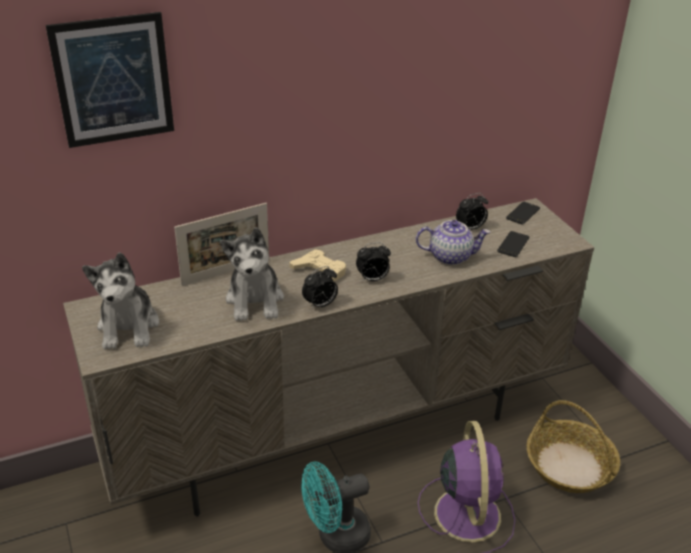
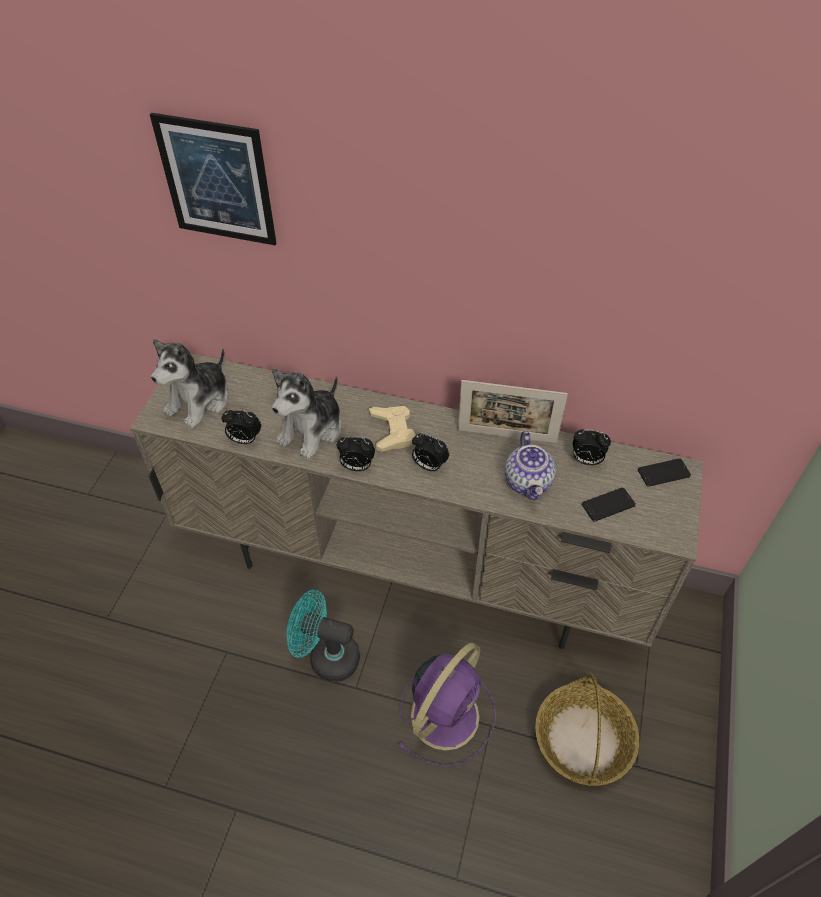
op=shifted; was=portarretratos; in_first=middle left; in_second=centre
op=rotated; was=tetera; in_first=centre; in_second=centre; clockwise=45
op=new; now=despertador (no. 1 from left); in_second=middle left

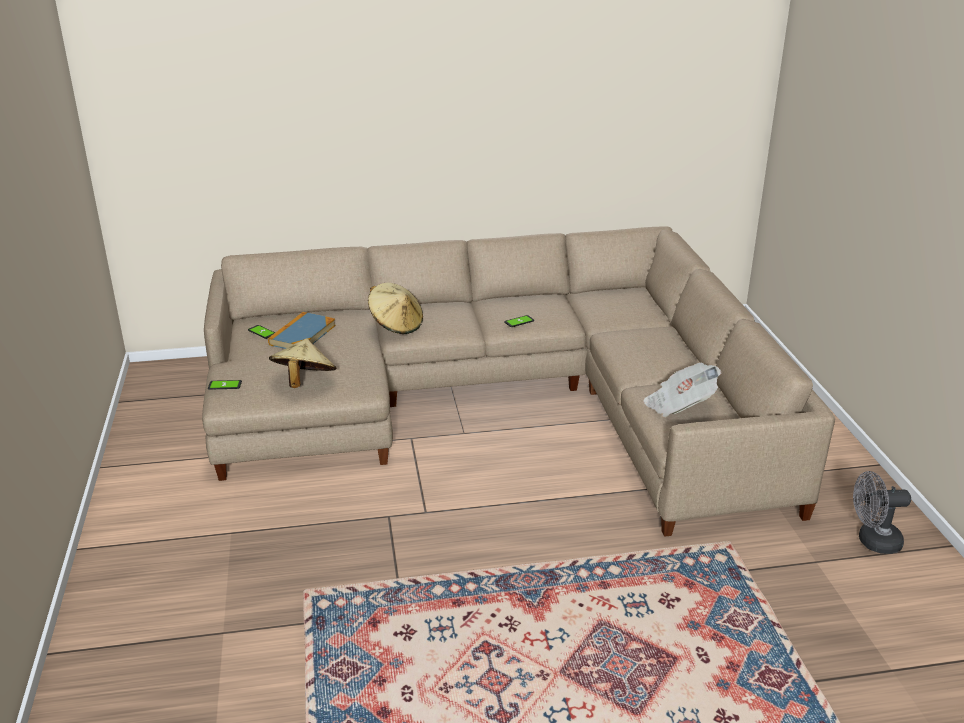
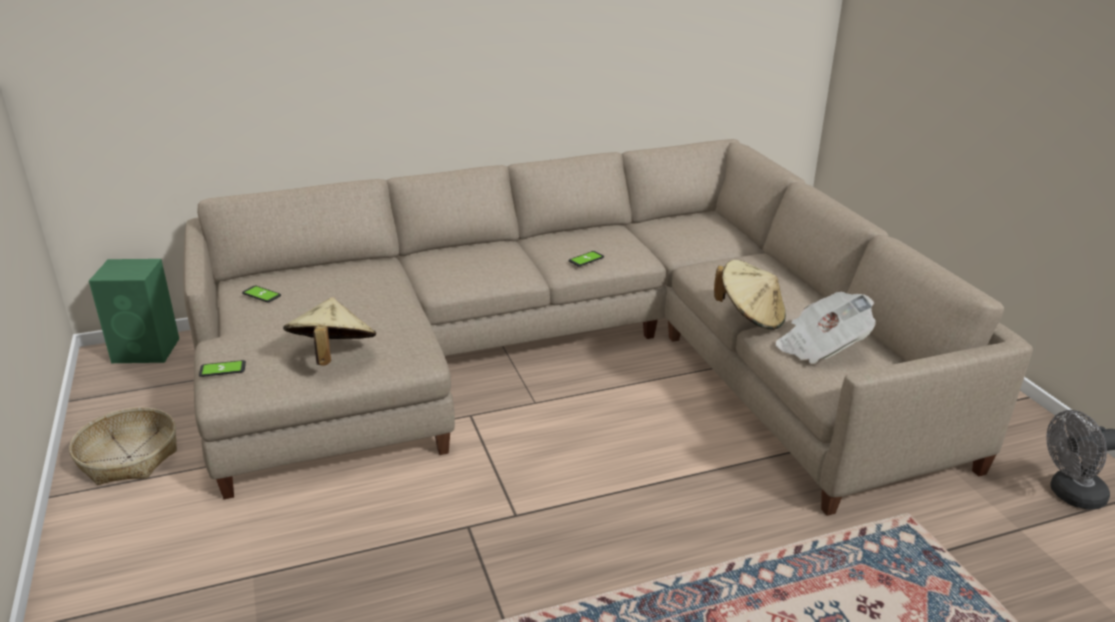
op=shifted; was=sombrero [beis] (no. 2 from left); in_first=centre; in_second=middle right
op=gone; was=libro; in_first=middle left
op=new; now=altavoz [verde]; in_second=middle left
op=new; now=cesta; in_second=bottom left

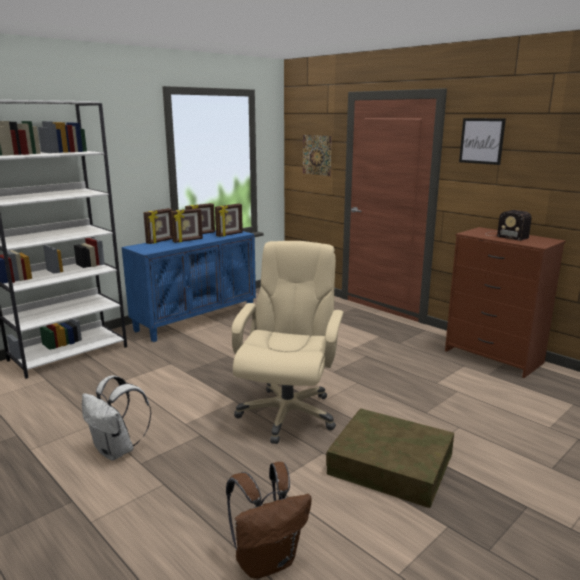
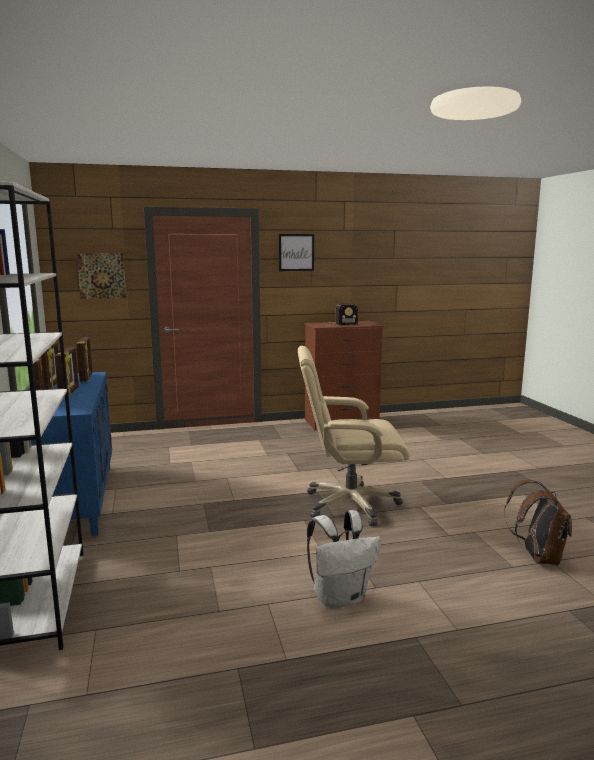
op=rotated; was=silla de oficina [beis]; in_first=centre; in_second=centre; clockwise=-45
op=gone; was=caja de almacenaje [marrón]; in_first=bottom right

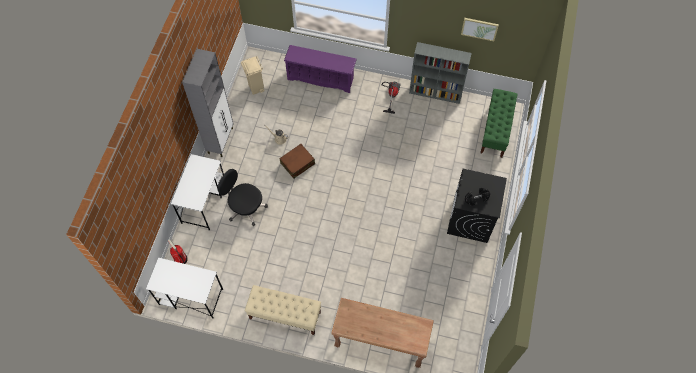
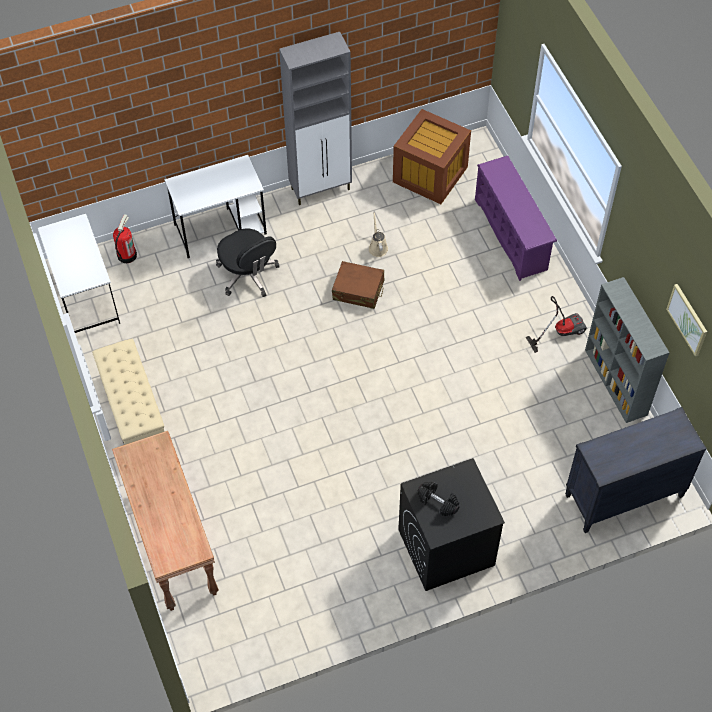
op=swapped; was=papelera [beis]; now=caja de almacenaje [marrón]; in_first=top centre; in_second=top centre
op=swapped; was=banco [verde]; now=cómoda [negro]; in_first=top right; in_second=middle right
op=rotated; was=silla de oficina [negro]; in_first=centre; in_second=centre; clockwise=150

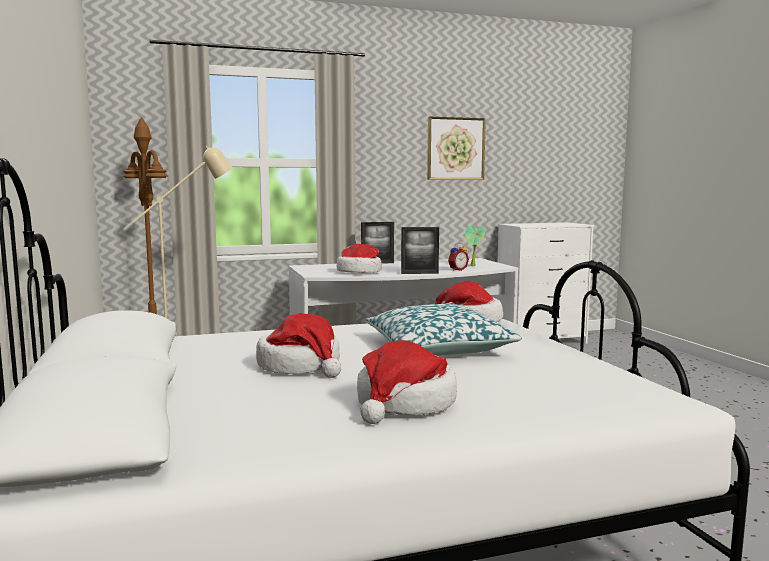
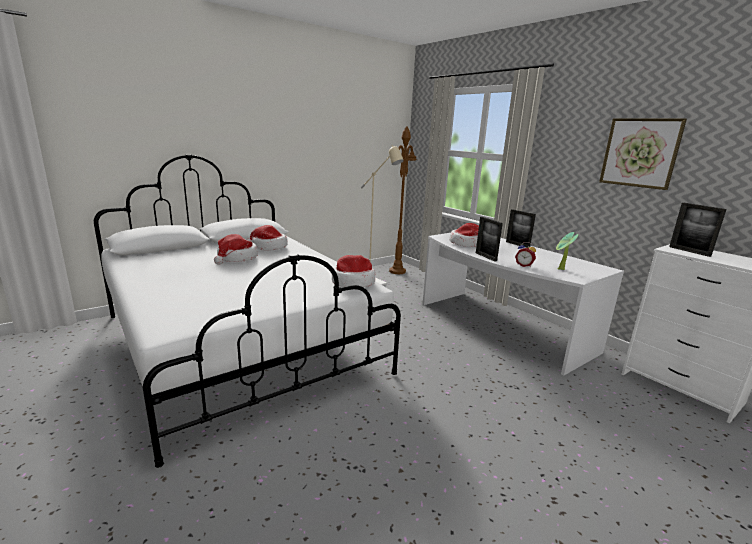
op=gone; was=cojín; in_first=centre
op=shifted; was=sombrero (no. 3 from left in the first image); now=sombrero (no. 2 from left); in_first=bottom centre; in_second=centre
op=new; now=portarretratos (no. 3 from left); in_second=middle right

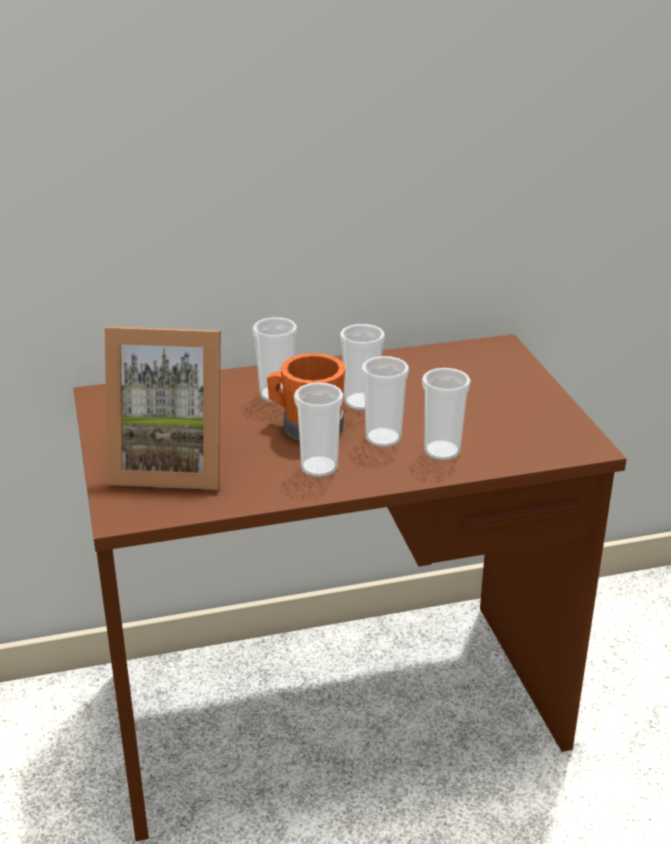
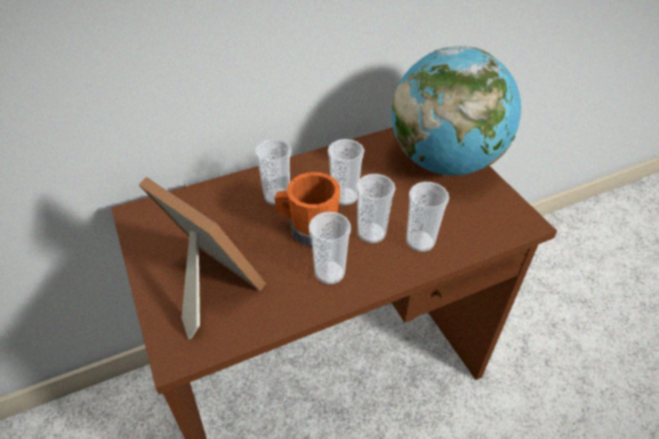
op=rotated; was=portarretratos; in_first=middle left; in_second=middle left; clockwise=-135
op=new; now=globo terráqueo; in_second=top right

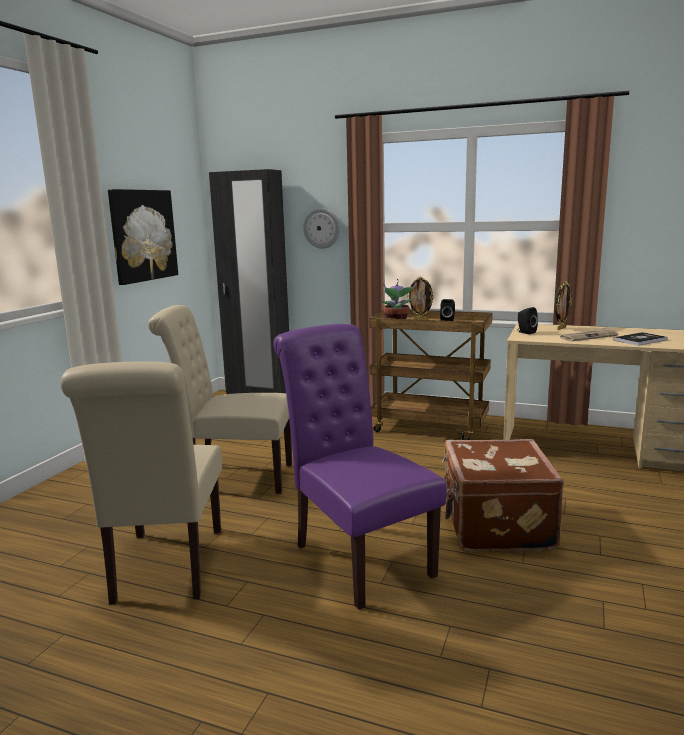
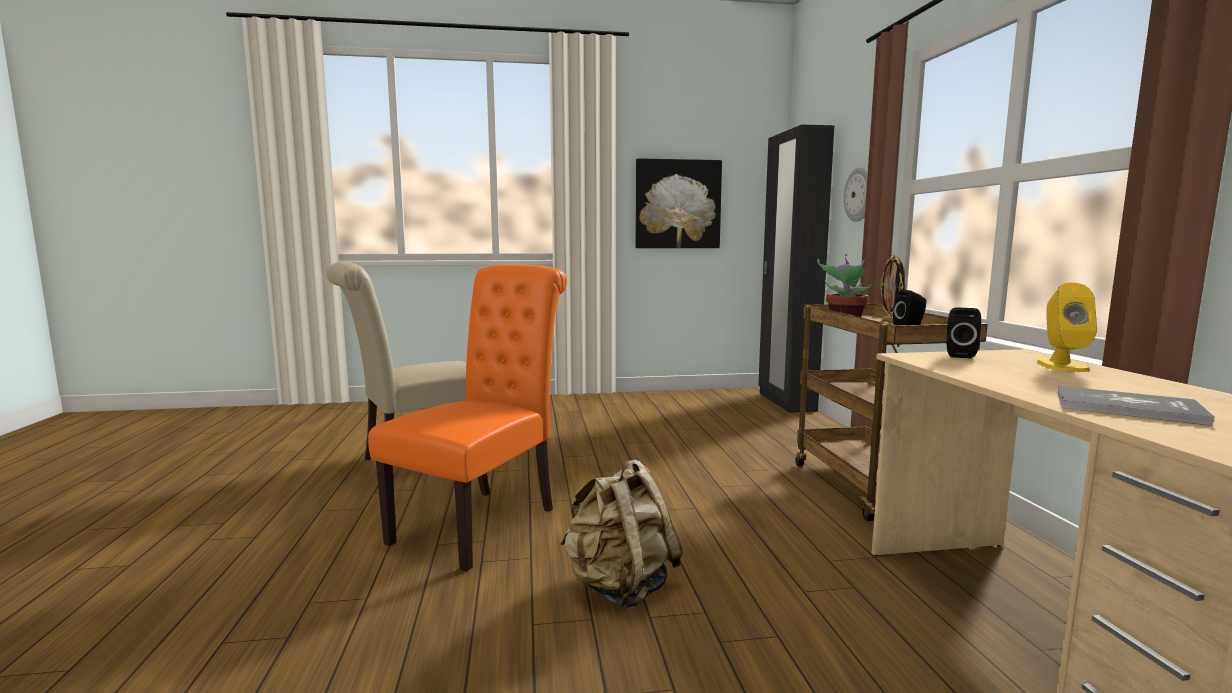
op=swapped; was=portarretratos (no. 2 from left); now=altavoz [amarillo]; in_first=middle right; in_second=middle right
op=gone; was=silla [beis] (no. 2 from left); in_first=middle left
op=repainted; was=silla [morado]; now=silla [naranja]; in_first=centre; in_second=centre
op=gone; was=periódico; in_first=middle right
op=swapped; was=maleta [marrón]; now=mochila [beis]; in_first=bottom right; in_second=bottom centre

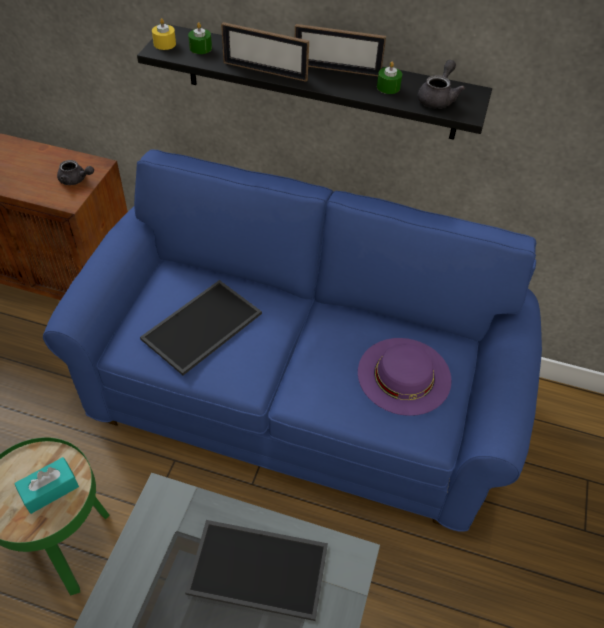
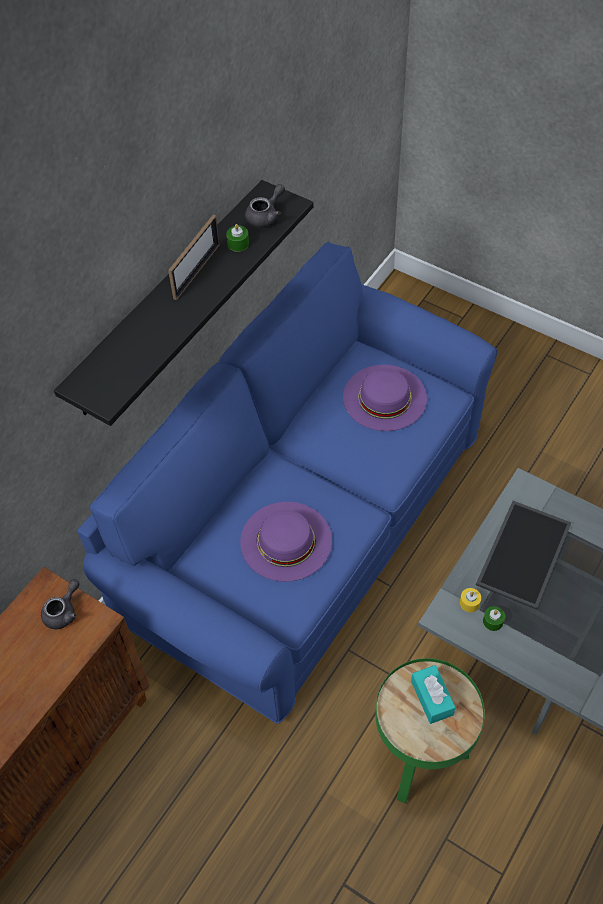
op=shifted; was=vela [amarillo]; in_first=top left; in_second=middle right
op=shifted; was=vela [verde] (no. 1 from left in the first image); now=vela [verde] (no. 2 from left); in_first=top left; in_second=bottom right
op=gone; was=portarretratos (no. 1 from left); in_first=top centre
op=rotated; was=tetera [gris] (no. 2 from left); in_first=top right; in_second=top centre; clockwise=90
op=swapped; was=bandeja (no. 1 from left); now=sombrero [morado] (no. 1 from left); in_first=middle left; in_second=centre

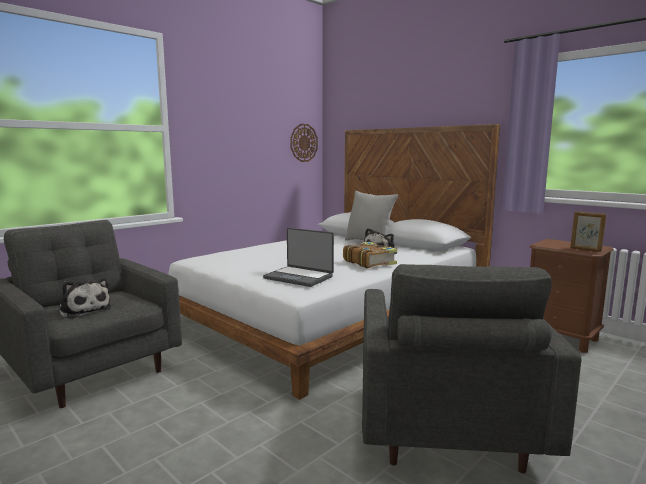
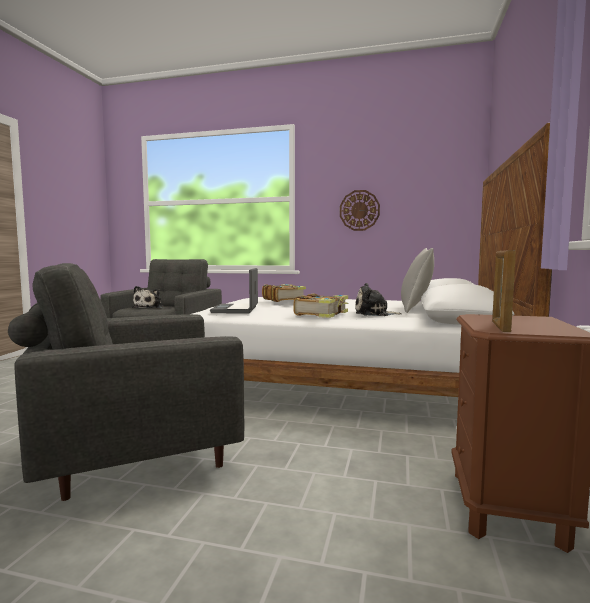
op=shifted; was=reloj de pared; in_first=top centre; in_second=centre
op=new; now=libro (no. 1 from left); in_second=centre

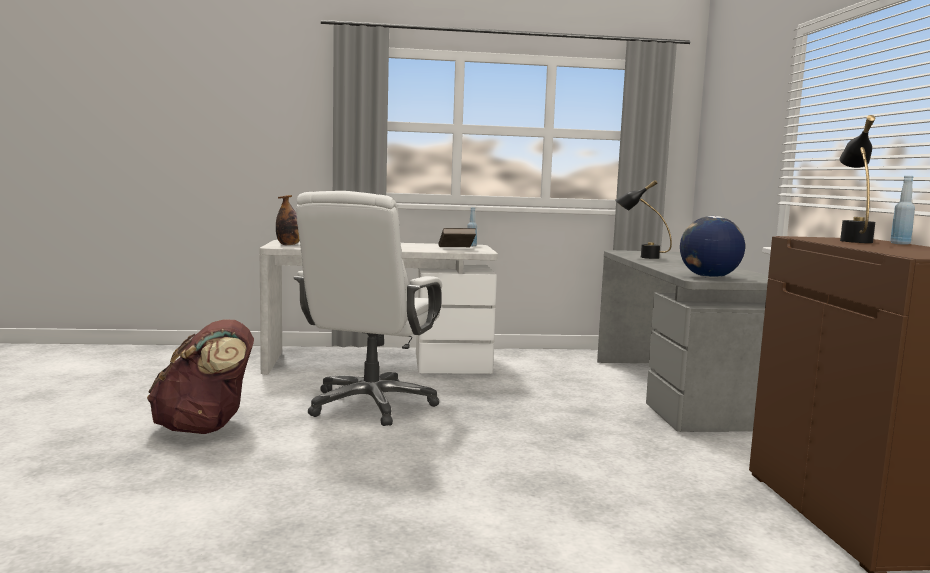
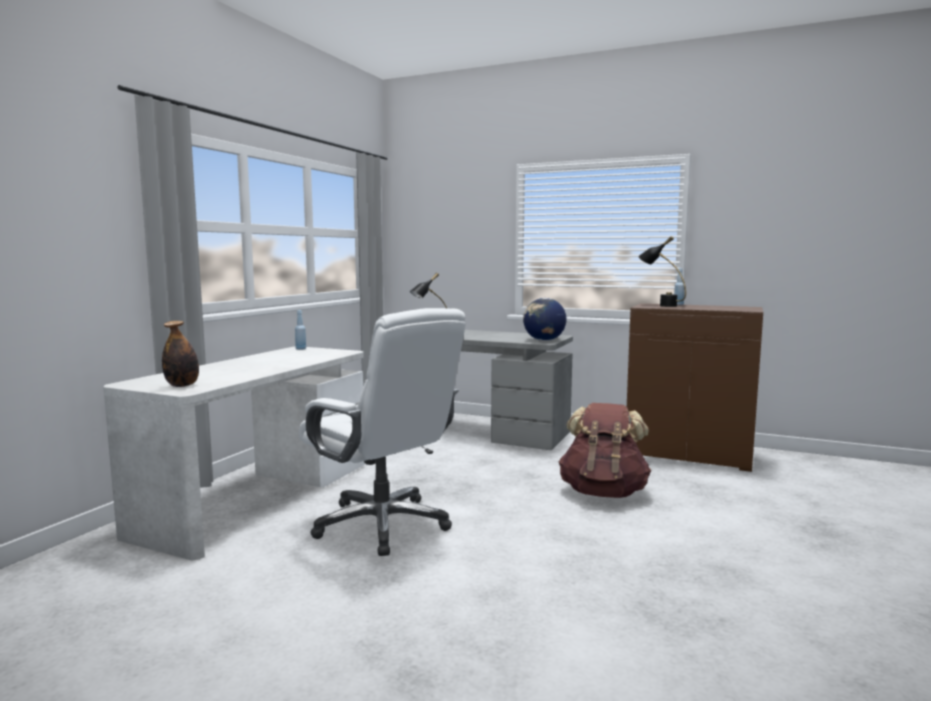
op=gone; was=libro [marrón]; in_first=centre
op=shifted; was=mochila [marrón]; in_first=middle left; in_second=centre

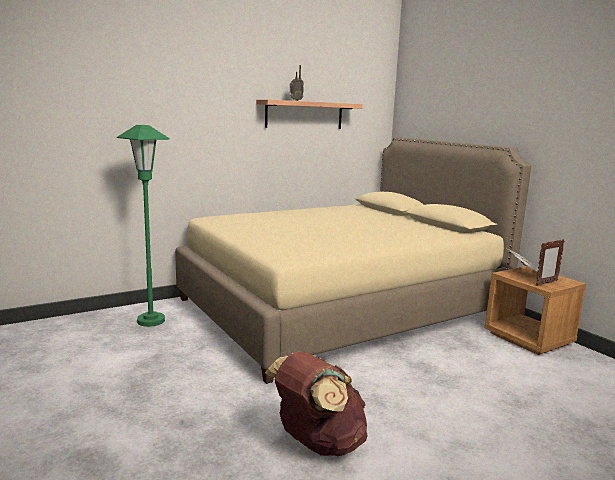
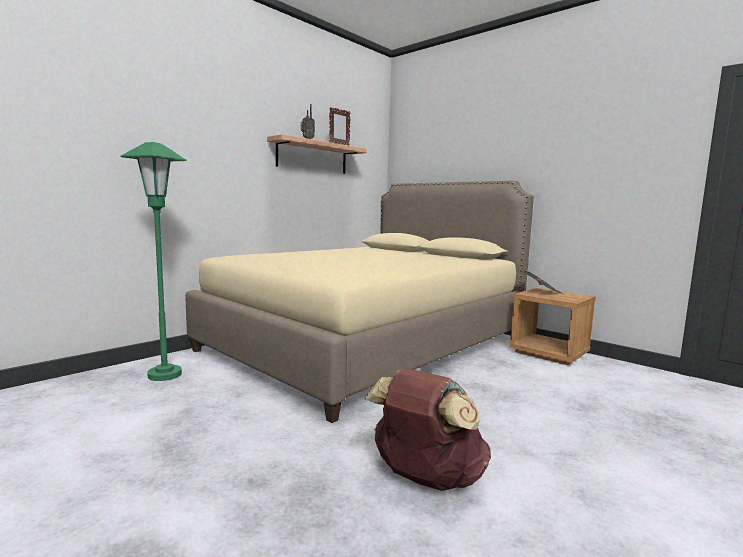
op=shifted; was=portarretratos; in_first=middle right; in_second=top centre

